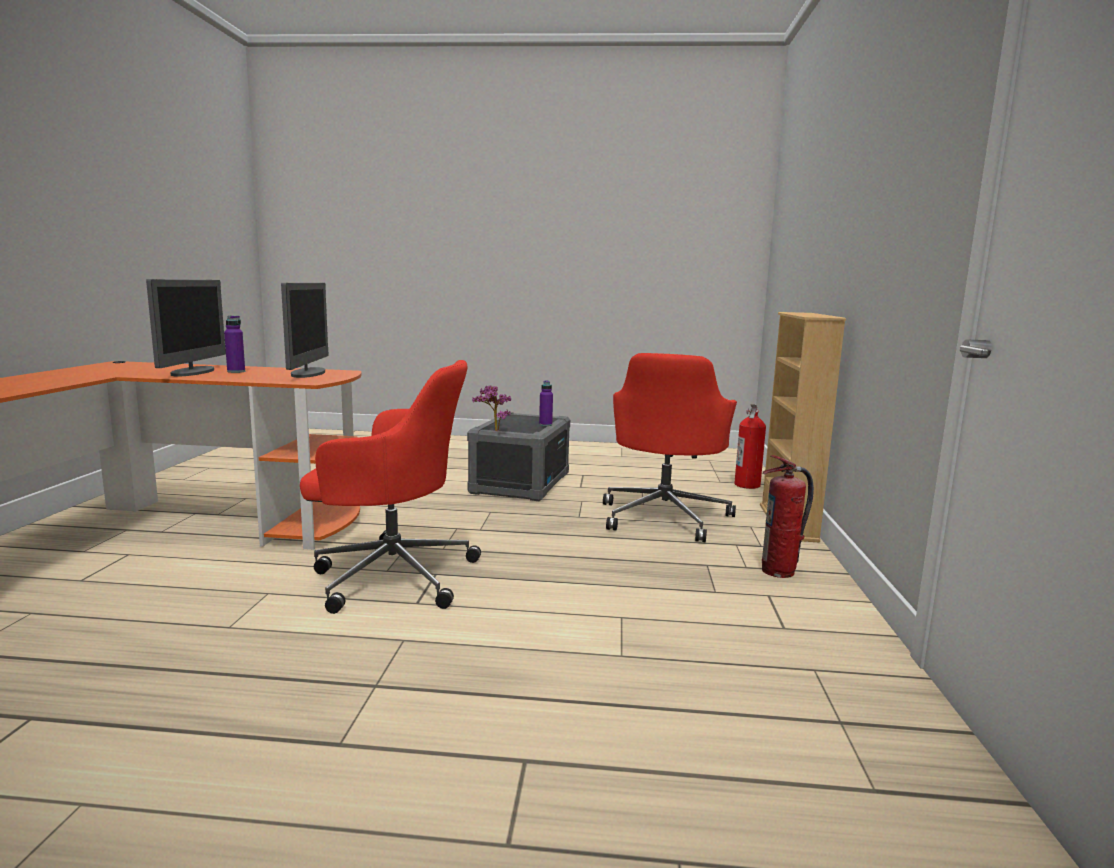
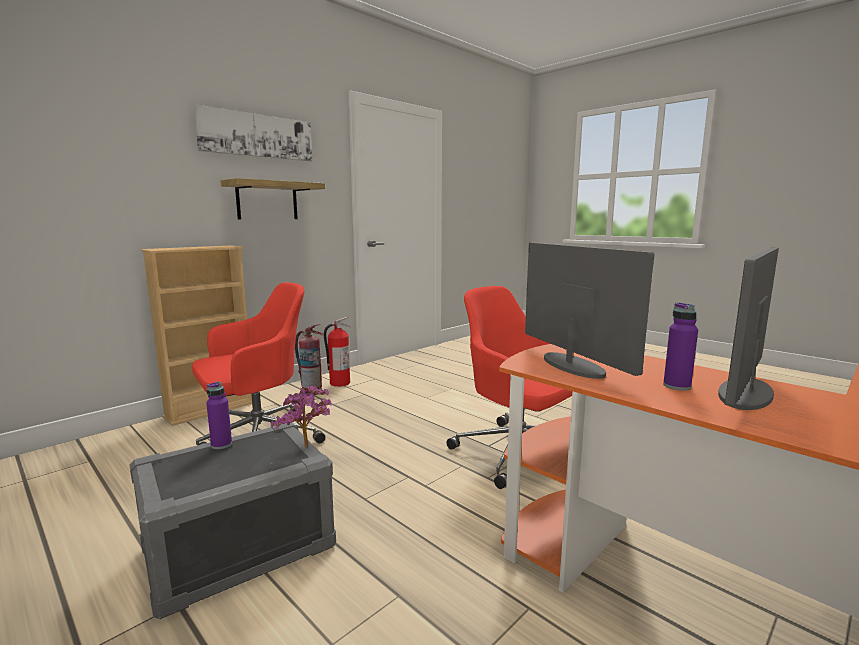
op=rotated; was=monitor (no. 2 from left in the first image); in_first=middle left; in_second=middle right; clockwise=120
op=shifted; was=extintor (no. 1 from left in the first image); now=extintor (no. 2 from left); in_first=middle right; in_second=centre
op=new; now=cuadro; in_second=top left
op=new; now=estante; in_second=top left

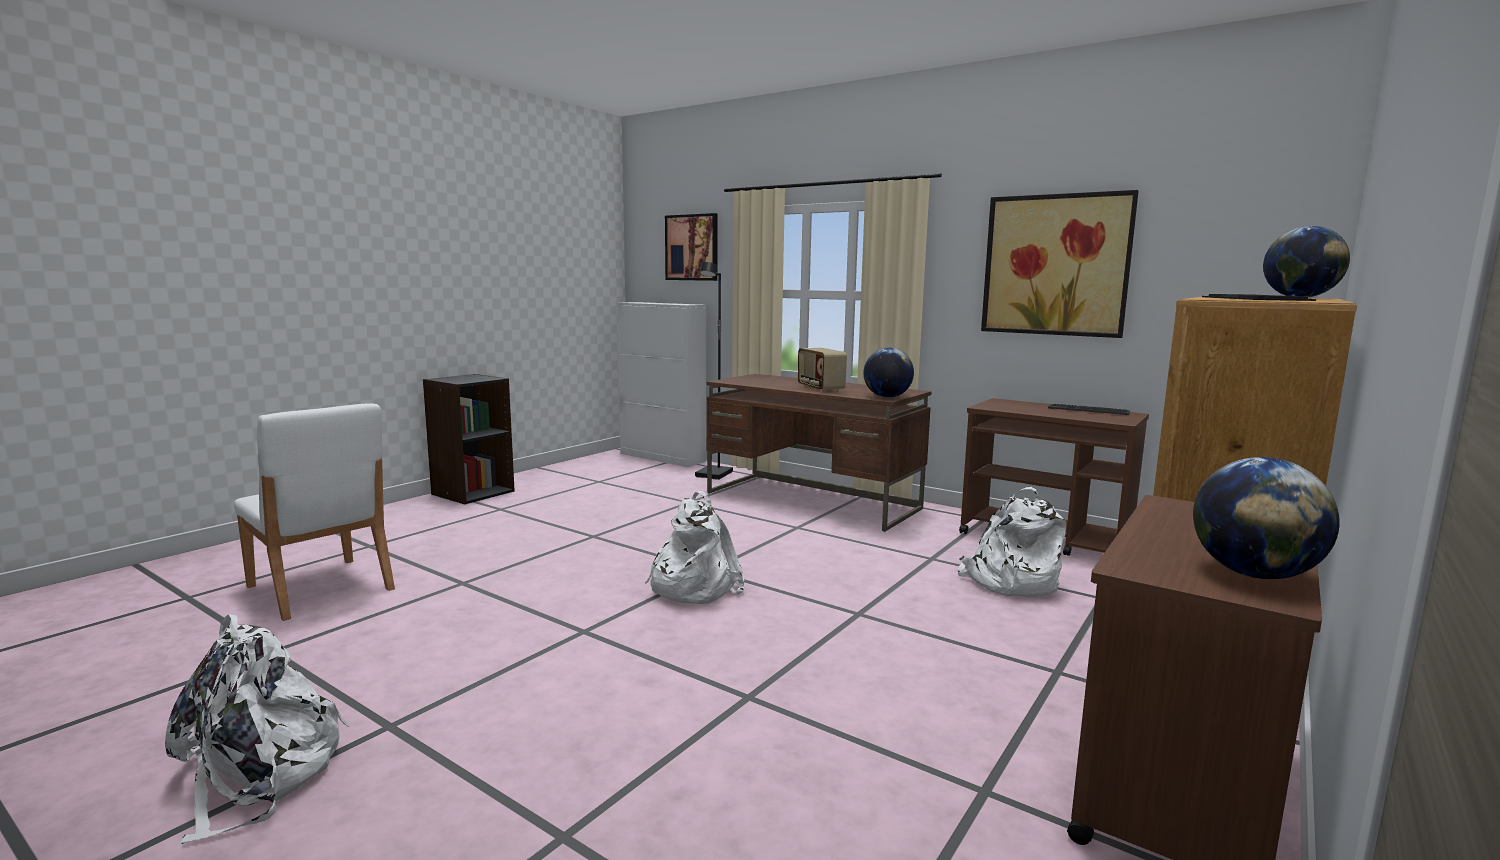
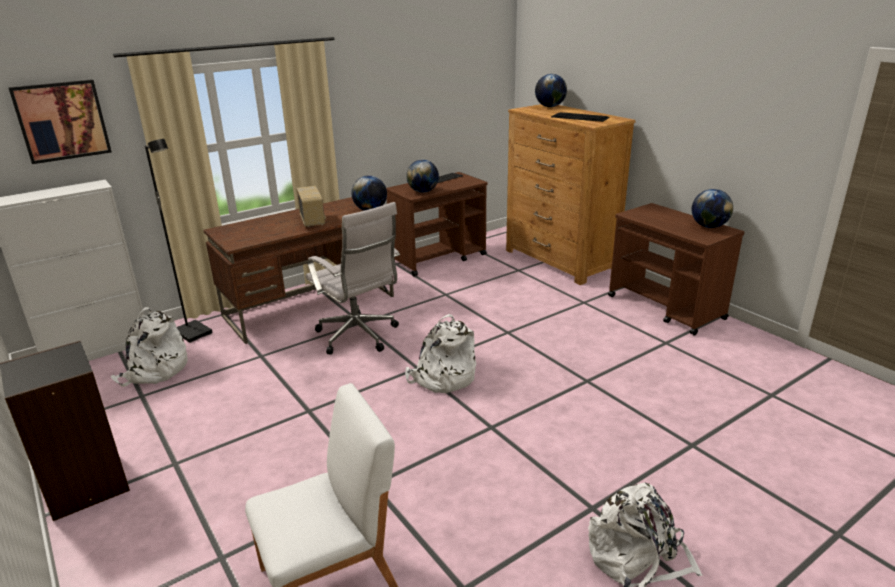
op=gone; was=cuadro (no. 2 from left); in_first=top right
op=rotated; was=radio; in_first=centre; in_second=centre; clockwise=-105
op=shifted; was=mochila [blanco] (no. 3 from left in the first image); now=mochila [blanco] (no. 1 from left); in_first=middle right; in_second=middle left
op=new; now=globo terráqueo (no. 2 from left); in_second=top centre
op=new; now=silla de oficina [blanco]; in_second=centre

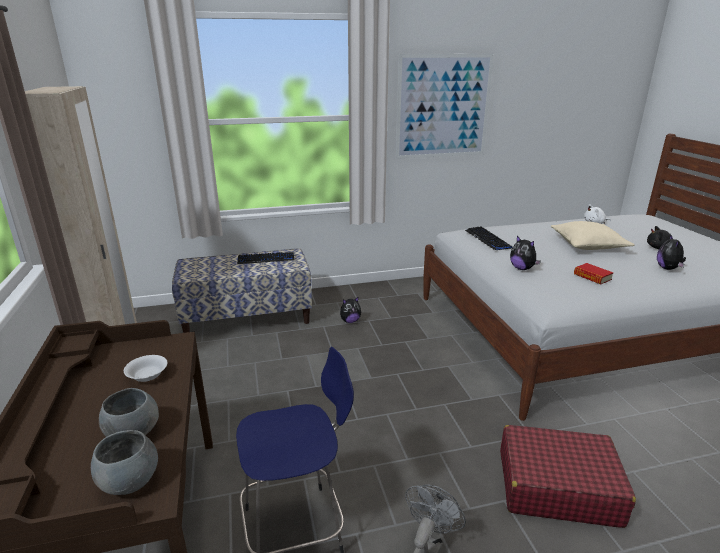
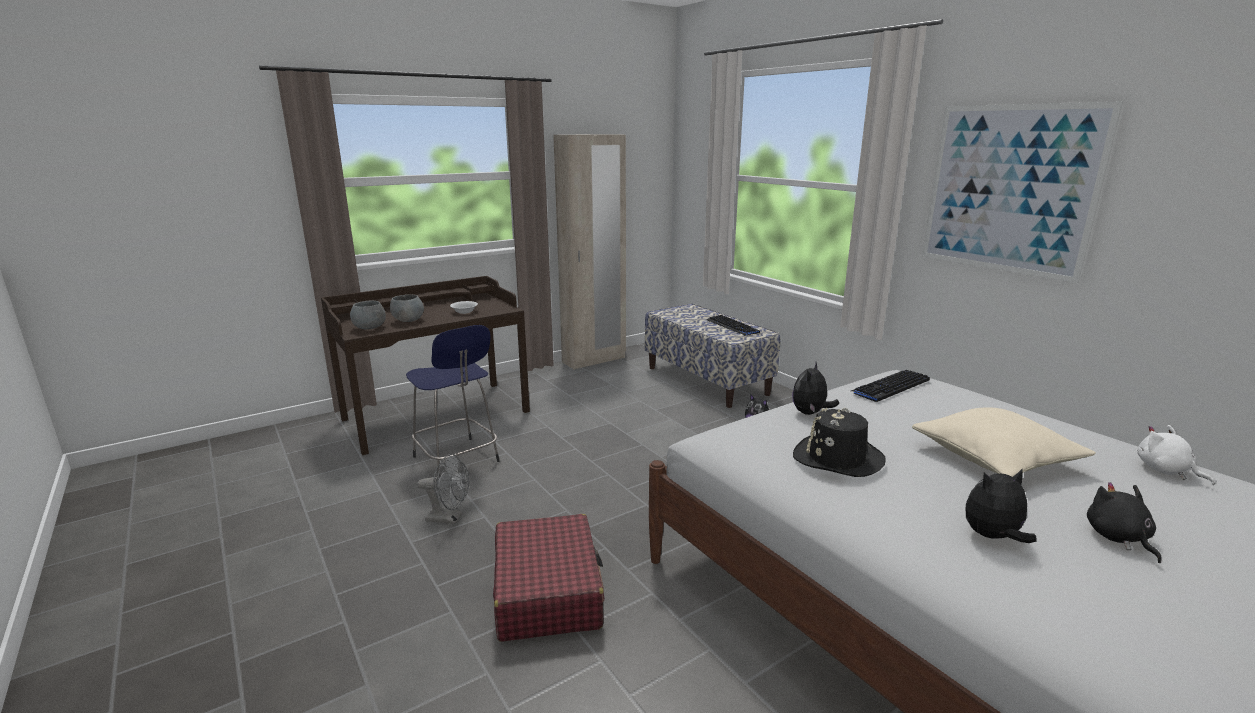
op=swapped; was=libro; now=sombrero [negro]; in_first=middle right; in_second=middle right

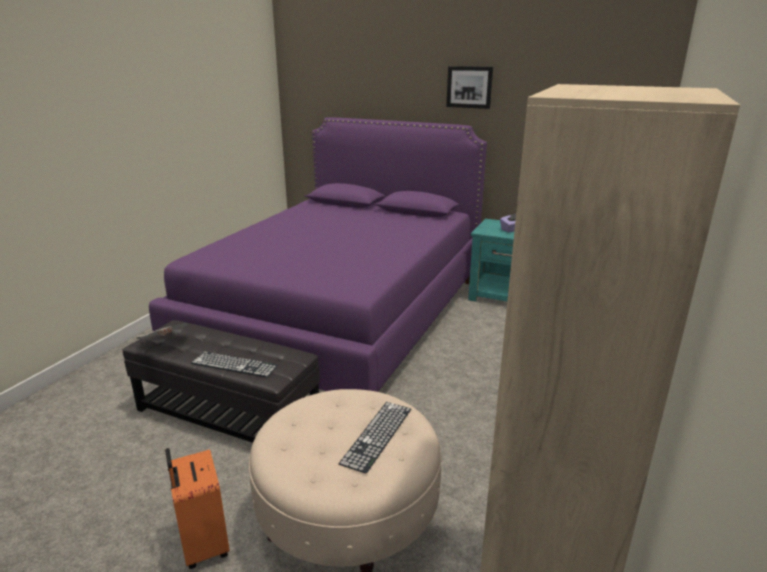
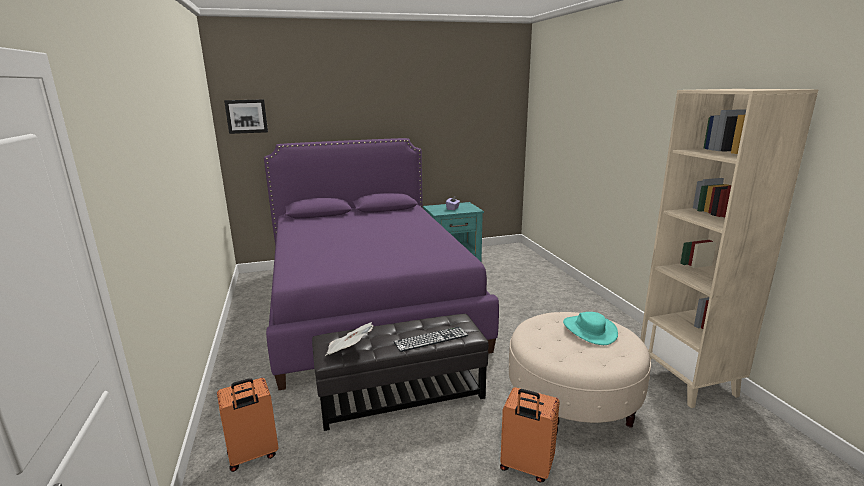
op=shifted; was=cuadro; in_first=top centre; in_second=top left
op=swapped; was=teclado (no. 2 from left); now=sombrero [turquesa]; in_first=bottom centre; in_second=bottom right
op=new; now=maleta [naranja] (no. 1 from left); in_second=bottom left

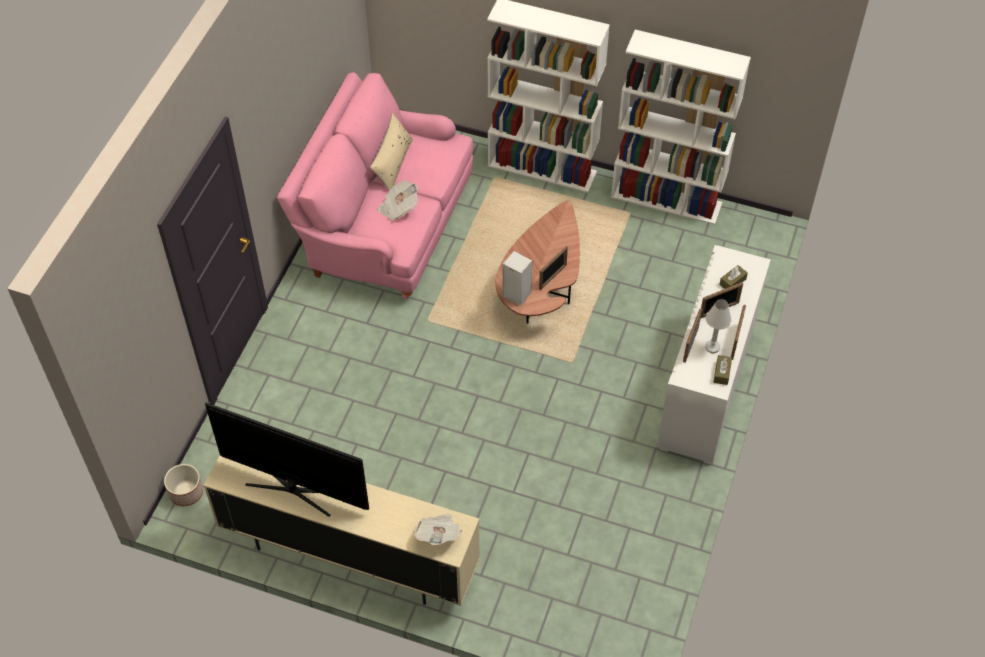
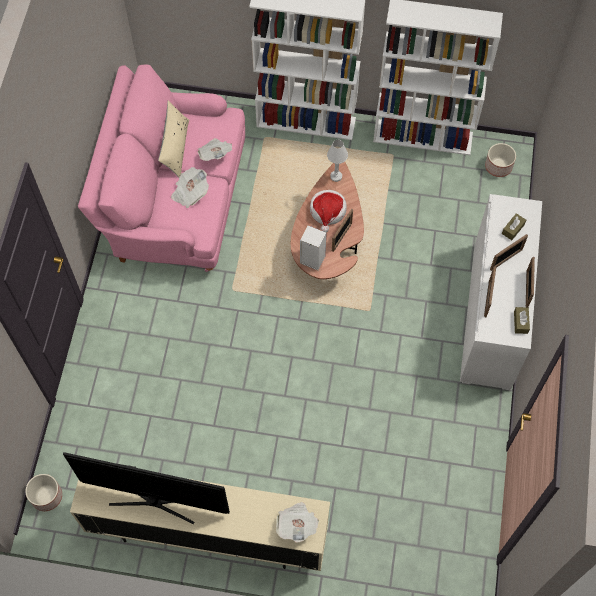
op=shifted; was=lámpara de mesa [blanco]; in_first=middle right; in_second=top centre
op=new; now=periódico (no. 2 from left); in_second=top centre
op=new; now=maceta (no. 2 from left); in_second=top right
op=new; now=sombrero; in_second=centre

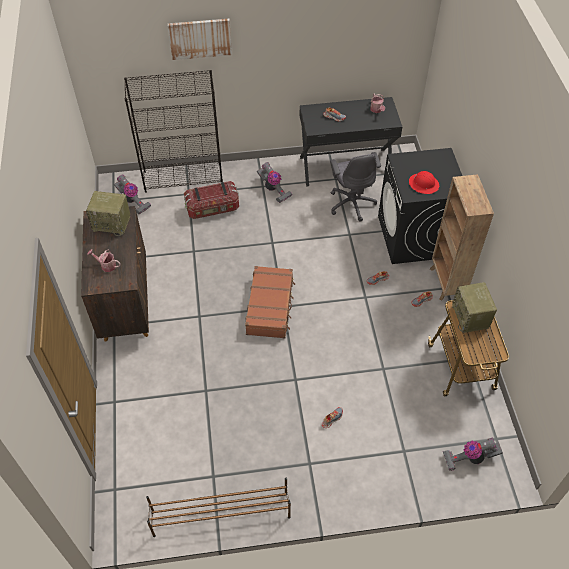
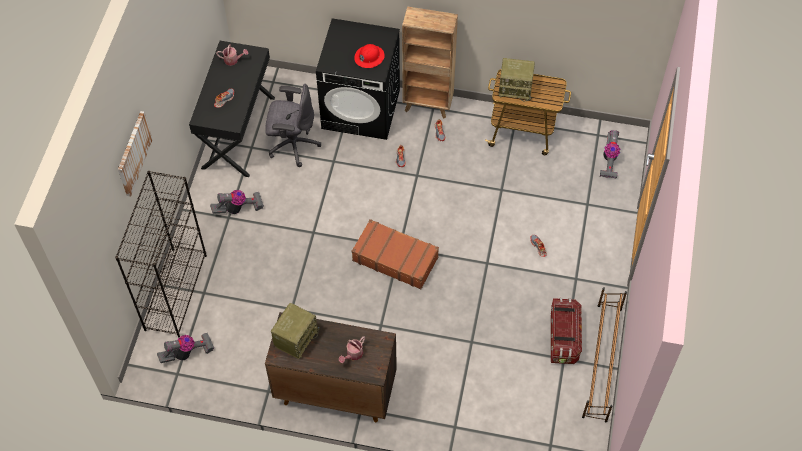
op=shifted; was=caja de almacenaje; in_first=centre; in_second=bottom right

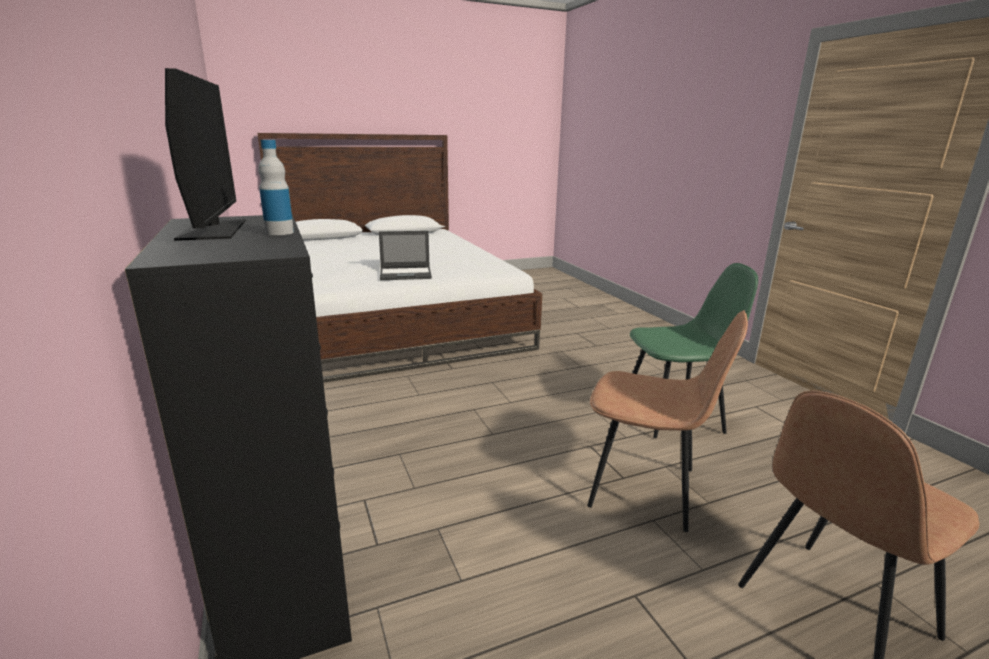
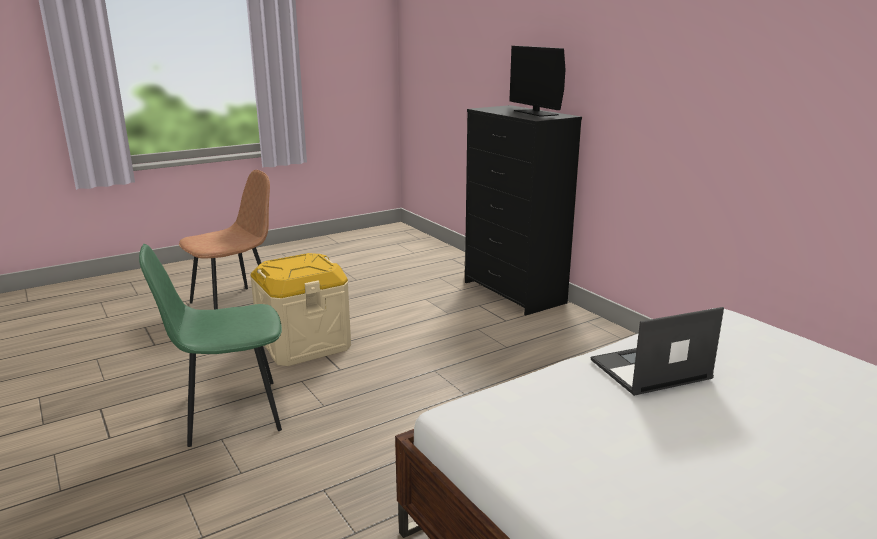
op=gone; was=botella; in_first=top left
op=swapped; was=silla [marrón] (no. 1 from left); now=caja de almacenaje [beis]; in_first=middle right; in_second=centre

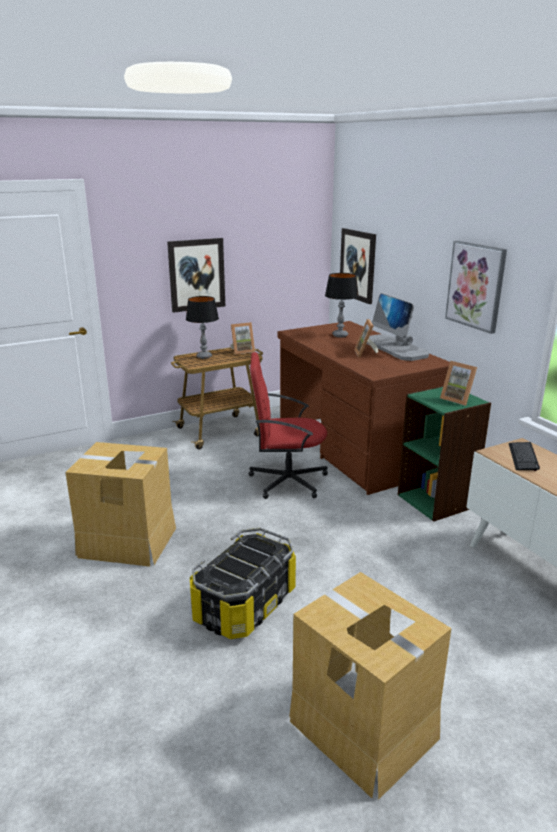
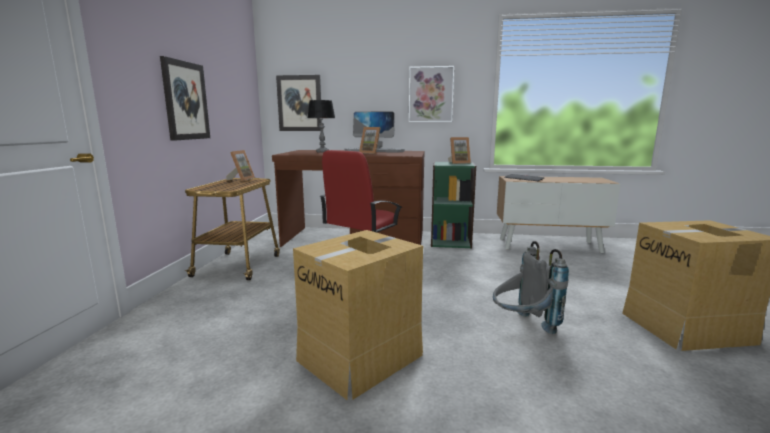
op=gone; was=lámpara de mesa (no. 1 from left); in_first=centre
op=swapped; was=caja de almacenaje; now=mochila [gris]; in_first=bottom centre; in_second=middle right

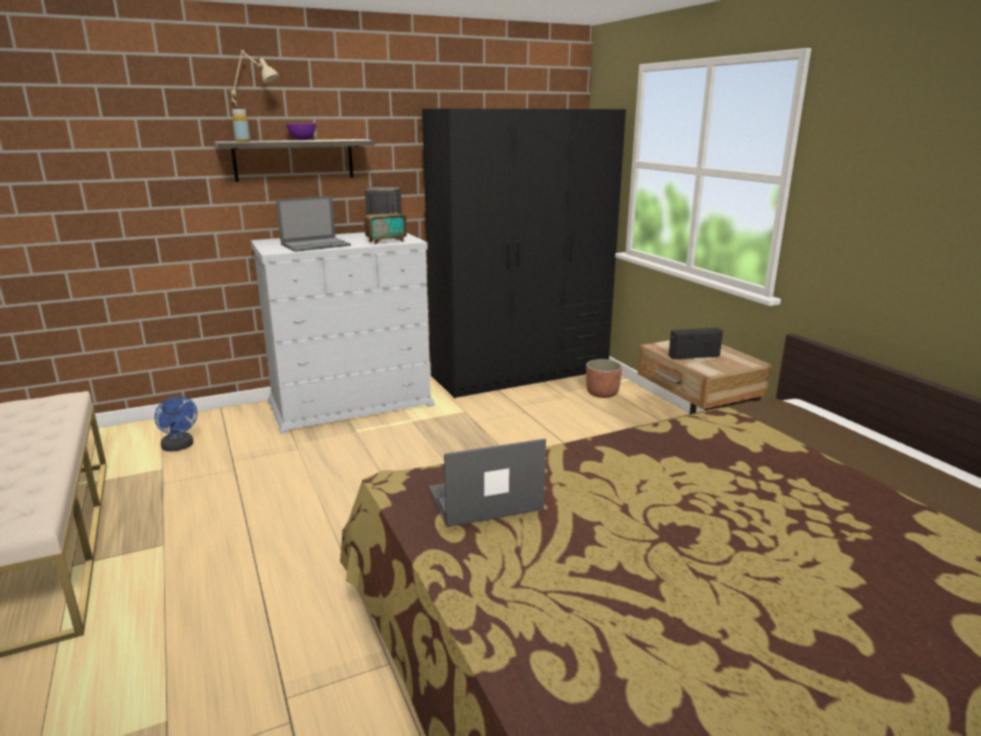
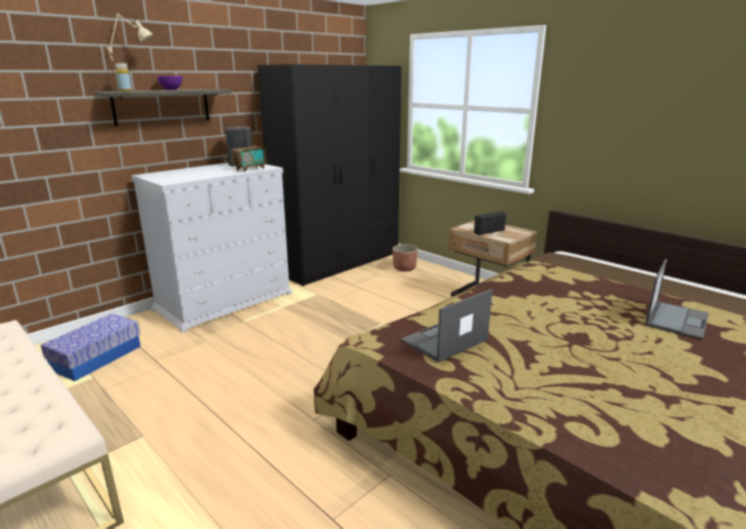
op=shifted; was=portátil (no. 1 from left in the first image); now=portátil (no. 2 from left); in_first=top left; in_second=middle right
op=swapped; was=ventilador [azul]; now=caja de almacenaje; in_first=middle left; in_second=middle left

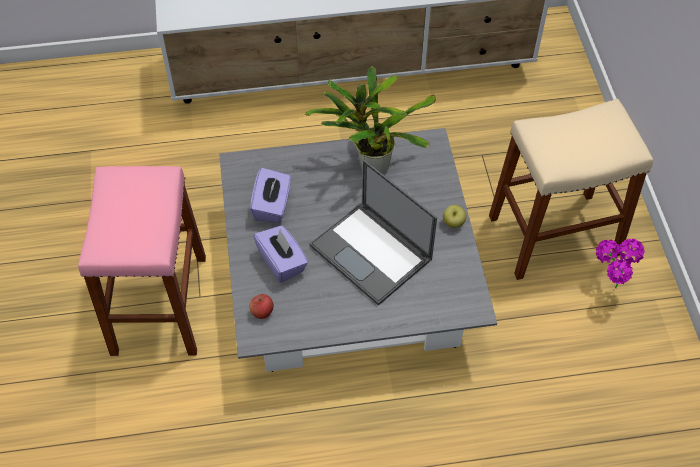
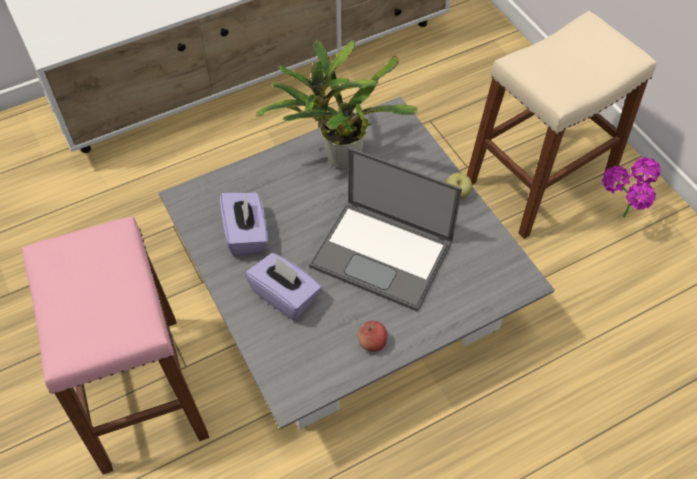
op=shifted; was=manzana (no. 1 from left); in_first=centre; in_second=bottom centre

